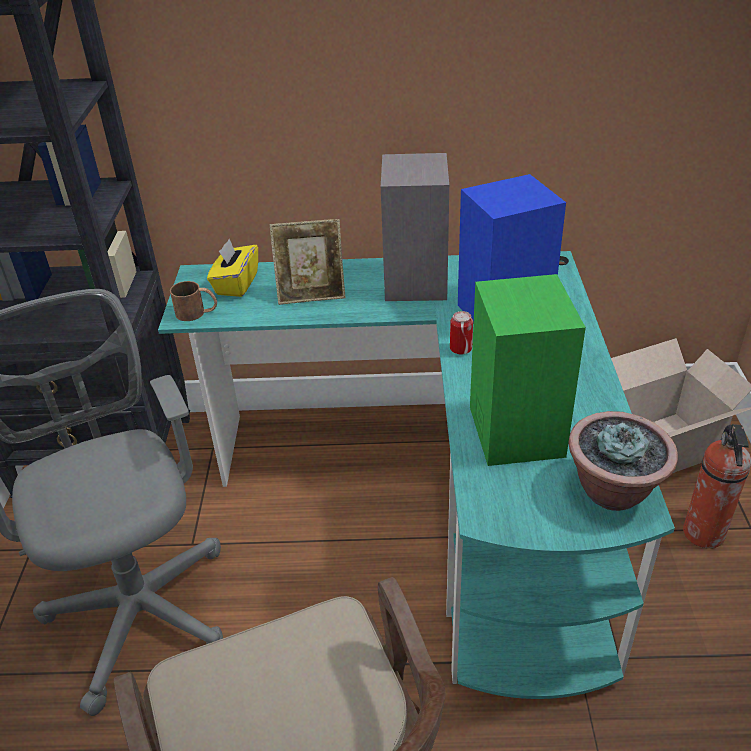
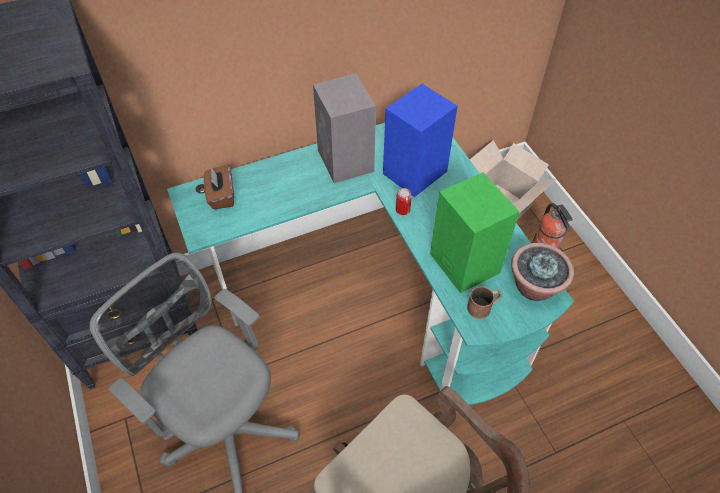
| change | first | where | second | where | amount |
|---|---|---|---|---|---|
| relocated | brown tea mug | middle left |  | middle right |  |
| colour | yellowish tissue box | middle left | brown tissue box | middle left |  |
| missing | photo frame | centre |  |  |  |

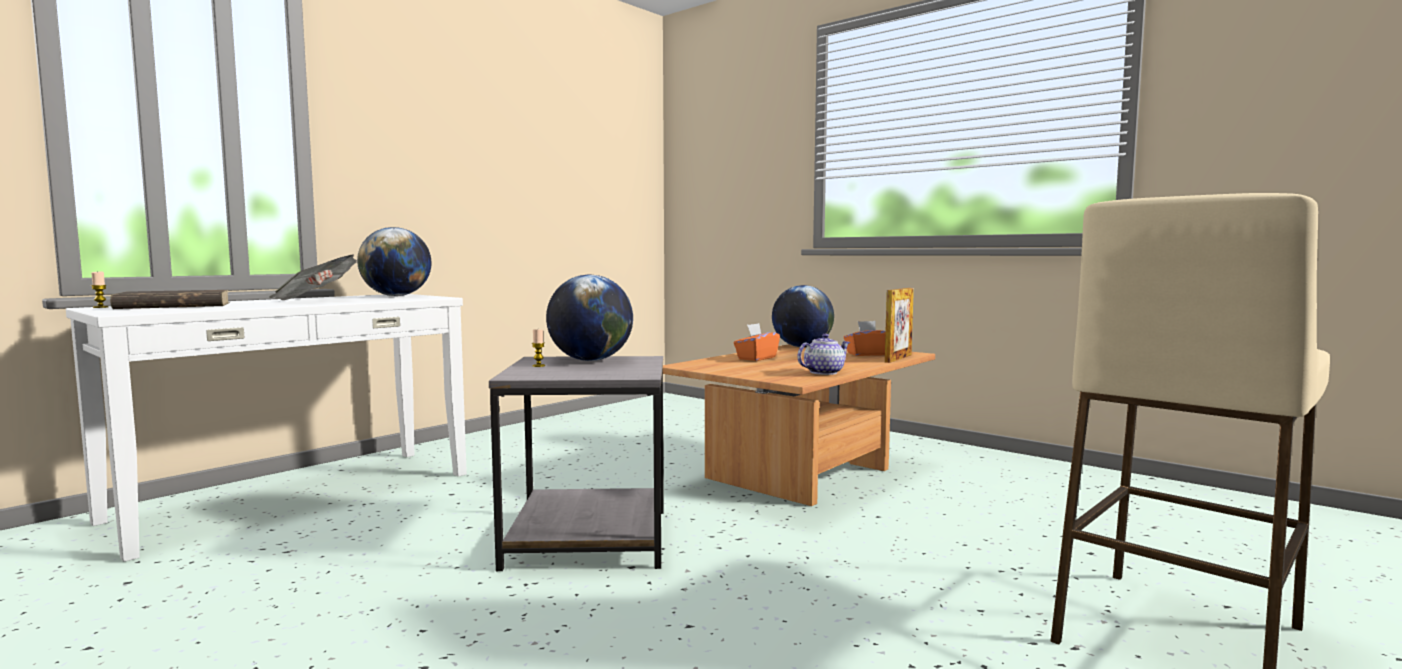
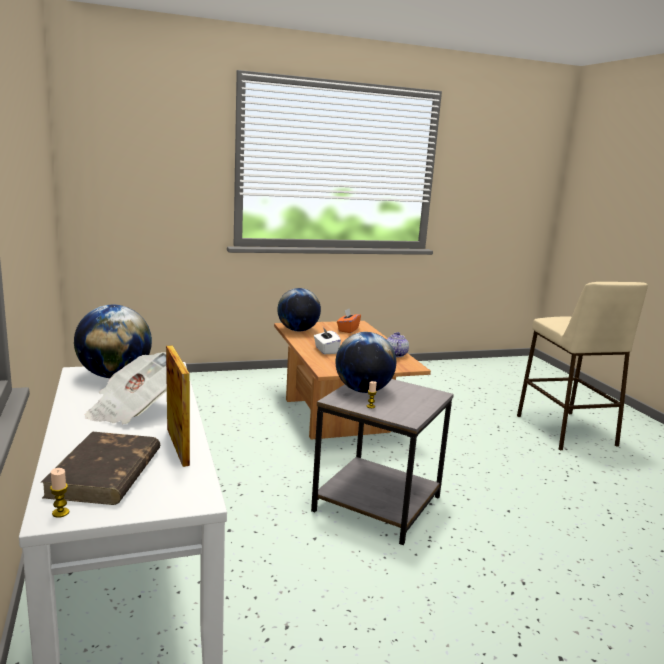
| change | first | where | second | where | amount |
|---|---|---|---|---|---|
| colour | orange-coloured tissue box (no. 1 from left) | centre | white-coloured tissue box | centre |  |
| relocated | photo frame | centre |  | middle left |  |

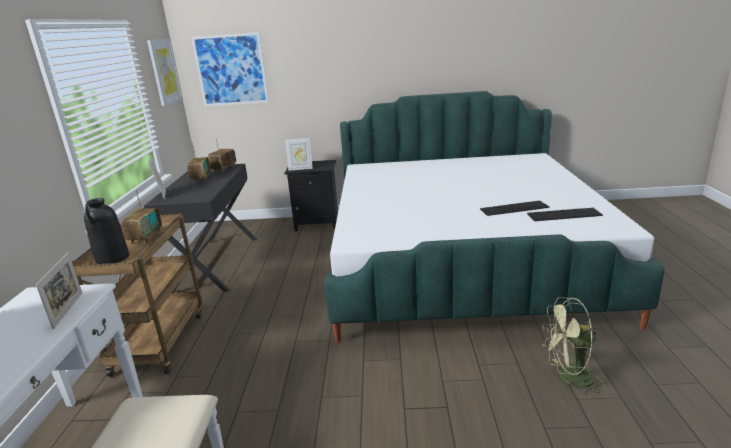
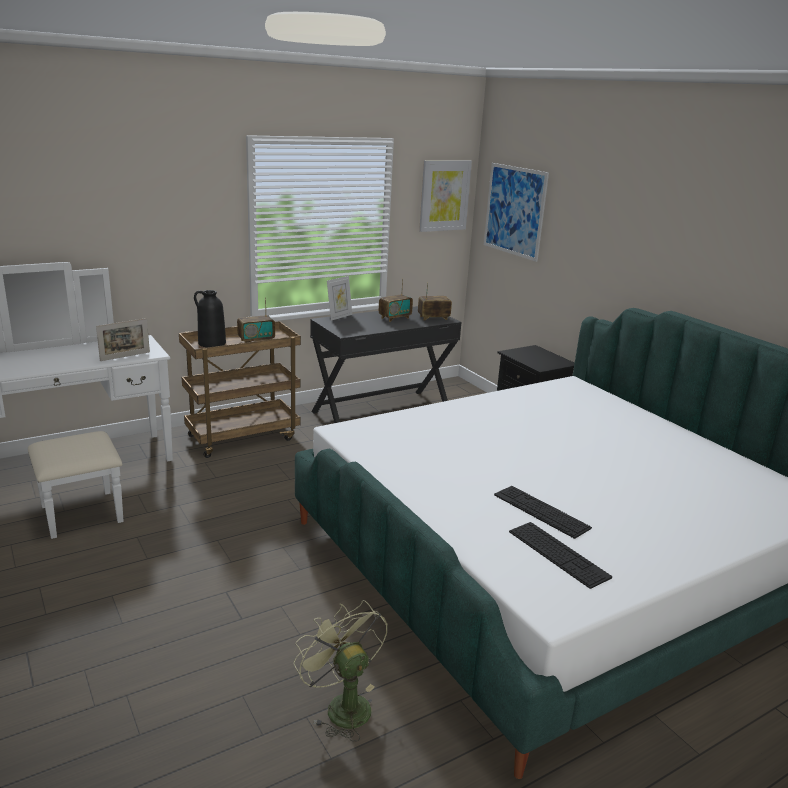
| change | first | where | second | where | amount |
|---|---|---|---|---|---|
| missing | photo frame (no. 3 from left) | centre |  |  |  |

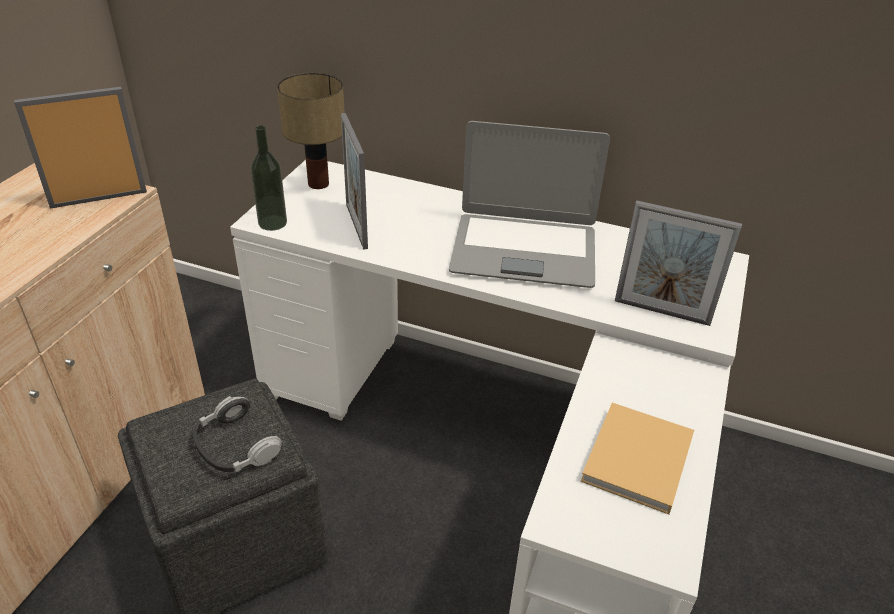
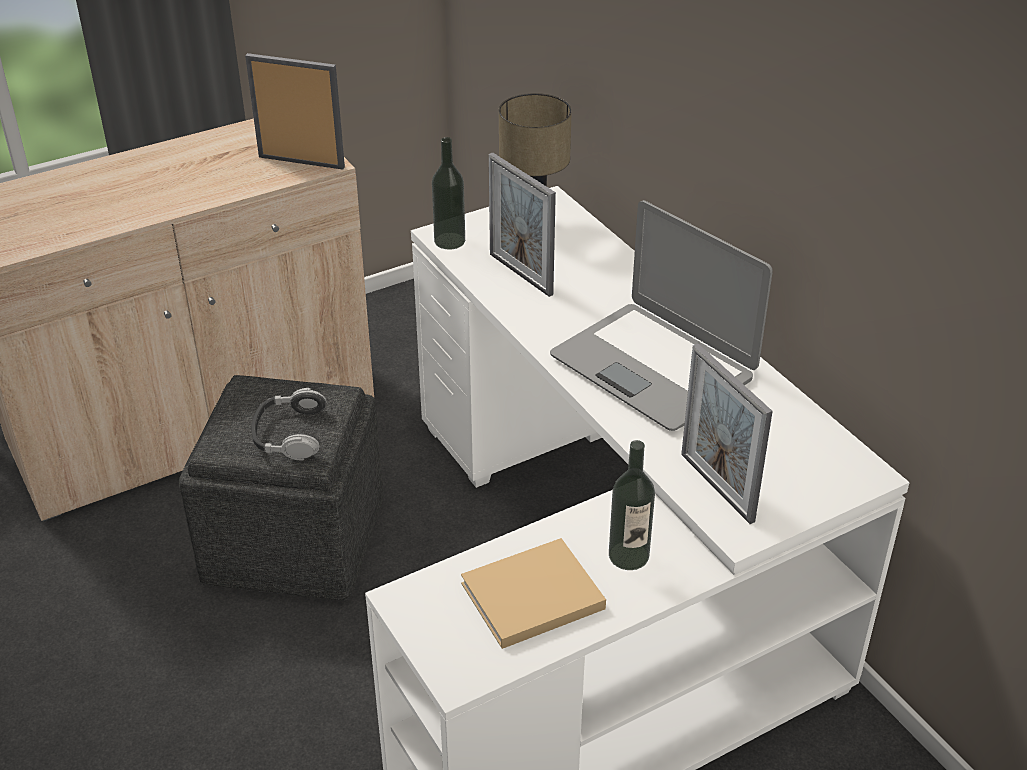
| change | first | where | second | where | amount |
|---|---|---|---|---|---|
| spun | photo frame (no. 2 from left) | top centre |  | top centre | 60 degrees counterclockwise |
| appeared |  |  | beverage bottle (no. 2 from left) | centre |  |

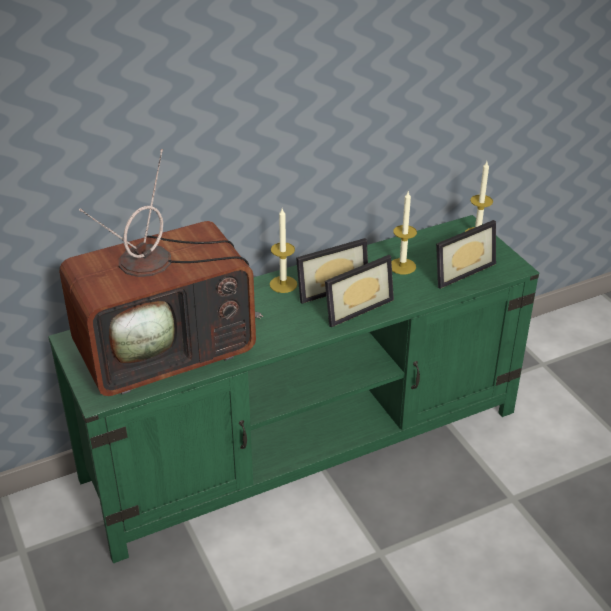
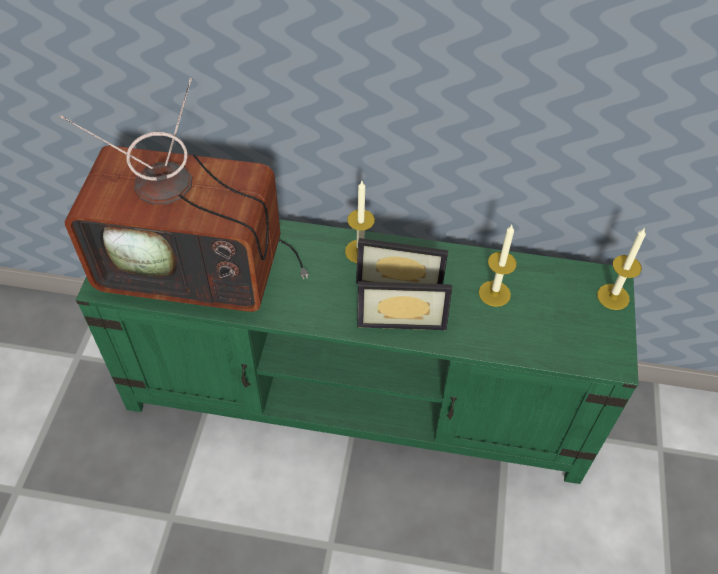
| change | first | where | second | where | amount |
|---|---|---|---|---|---|
| missing | photo frame (no. 3 from left) | middle right |  |  |  |

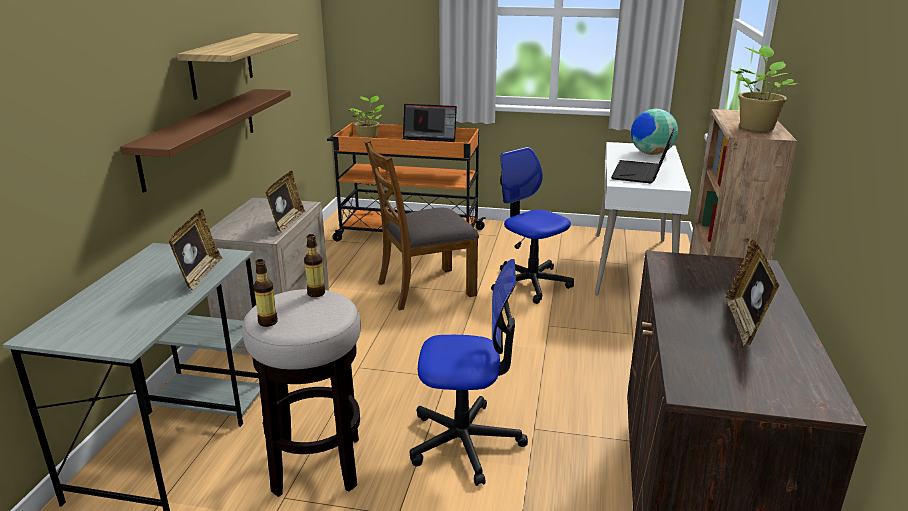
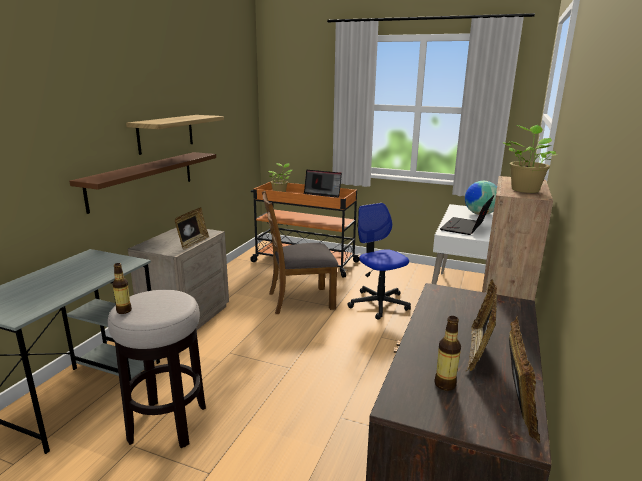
| change | first | where | second | where | amount |
|---|---|---|---|---|---|
| relocated | photo frame (no. 1 from left in the first image) | middle left | photo frame (no. 3 from left) | bottom right |  |
| relocated | beverage bottle (no. 2 from left) | centre |  | bottom right |  |
| missing | computer chair (no. 1 from left) | bottom centre |  |  |  |

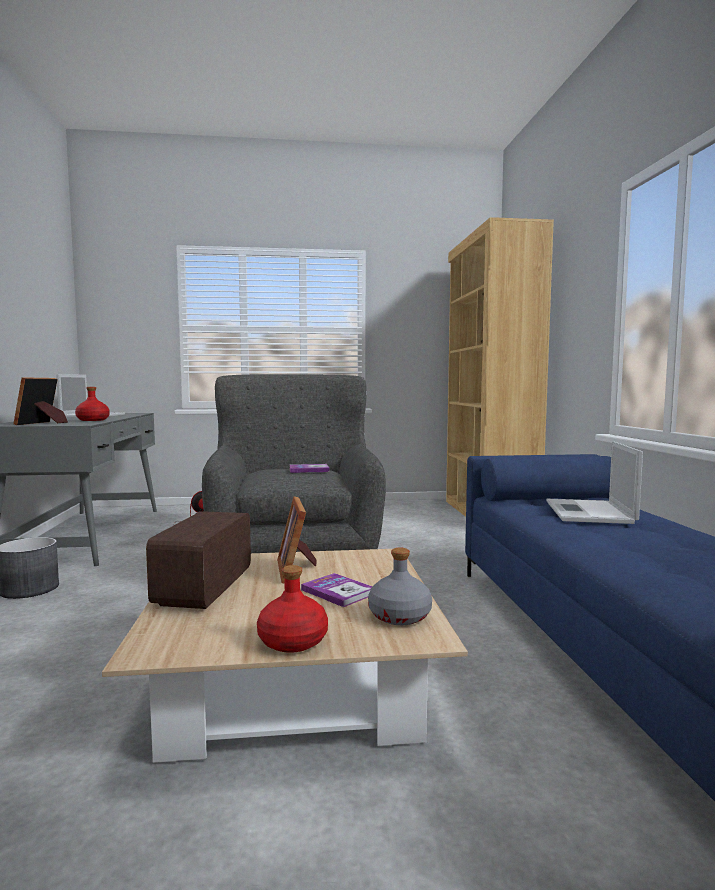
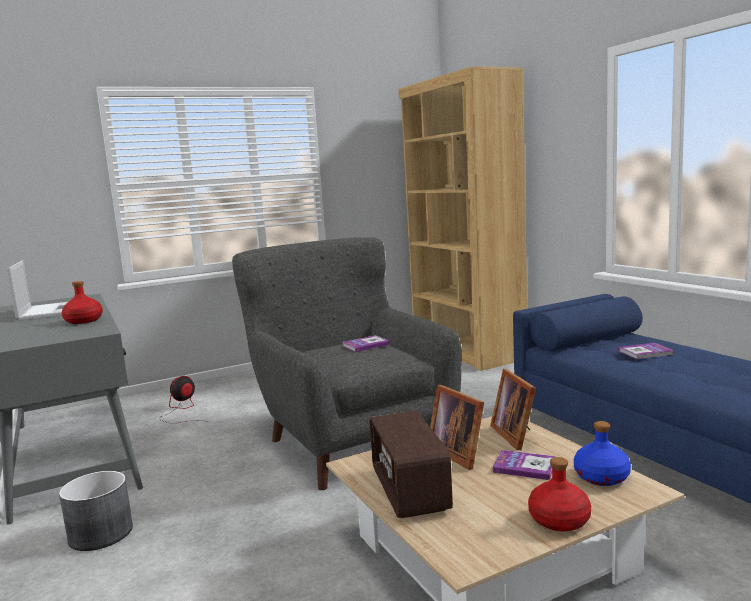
| change | first | where | second | where | amount |
|---|---|---|---|---|---|
| relocated | photo frame (no. 1 from left in the first image) | middle left | photo frame (no. 2 from left) | bottom right |  |
| colour | greyish beverage bottle | centre | bluish beverage bottle | bottom right |  |
| exchanged | laptop (no. 2 from left) | middle right | bound book (no. 3 from left) | middle right |  |

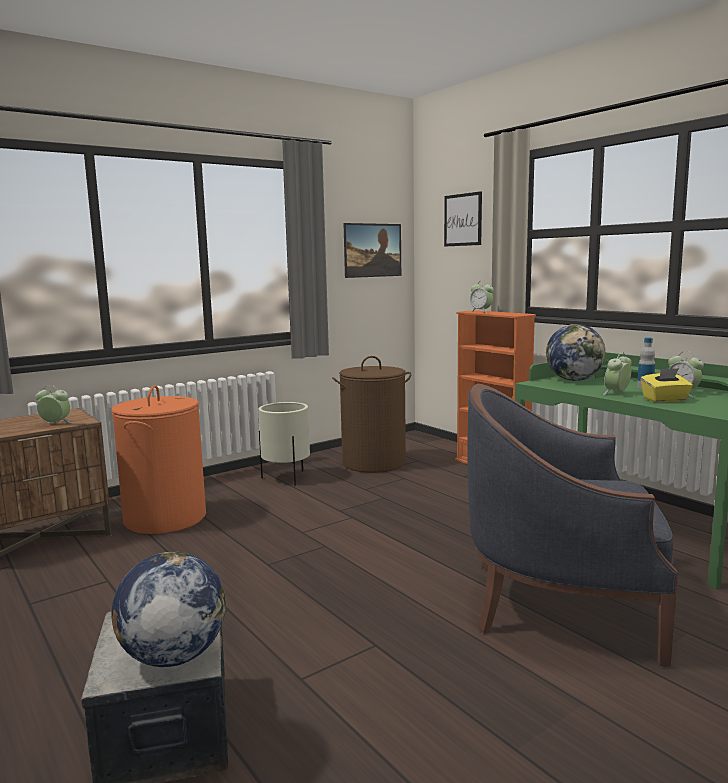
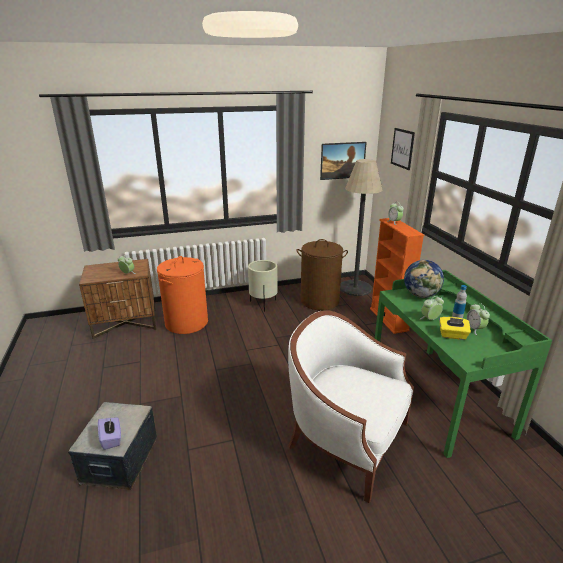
| change | first | where | second | where | amount |
|---|---|---|---|---|---|
| exchanged | desk globe (no. 1 from left) | bottom left | purple tissue box | bottom left |  |
| colour | bluish armchair | bottom right | white-coloured armchair | bottom centre |  |
| appeared |  |  | standard lamp | centre |  |

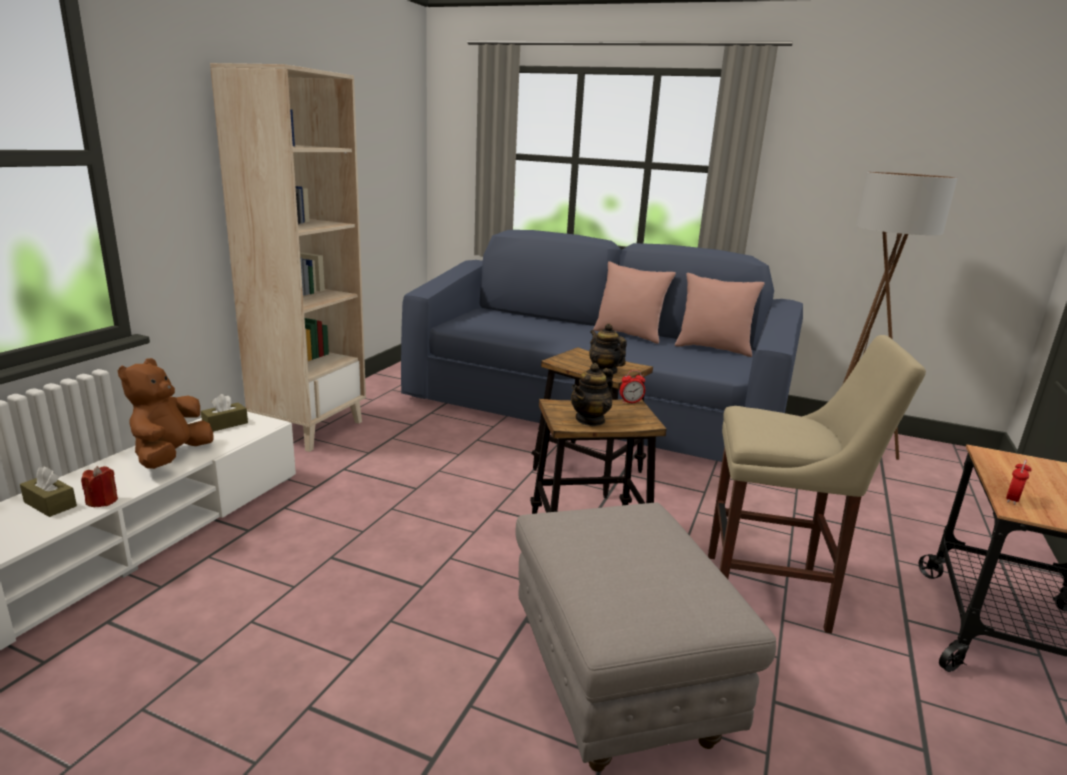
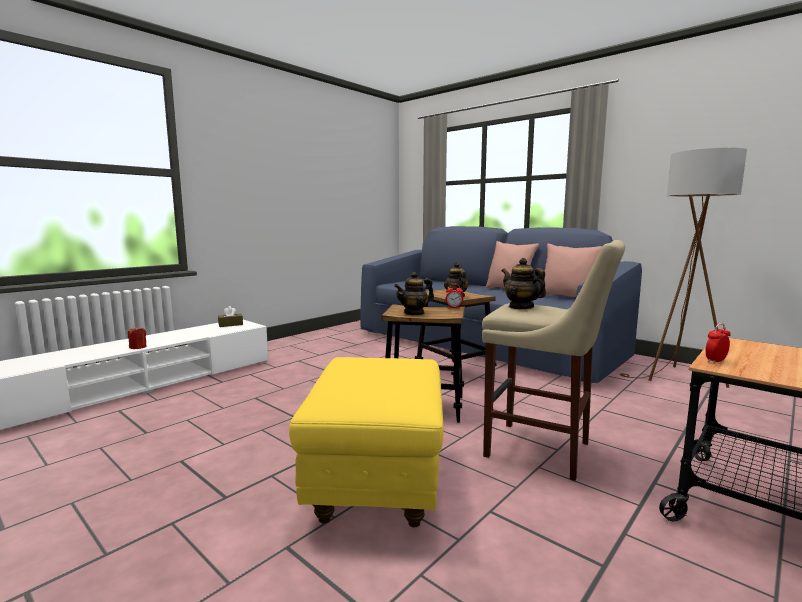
| change | first | where | second | where | amount |
|---|---|---|---|---|---|
| missing | brown tissue box (no. 1 from left) | middle left |  |  |  |
| missing | brown cuddly toy | middle left |  |  |  |
| missing | sand-coloured shelving unit | top left |  |  |  |
| colour | greyish ottoman | bottom centre | yellowish ottoman | bottom centre |  |
| appeared |  |  | teapot (no. 3 from left) | centre |  |

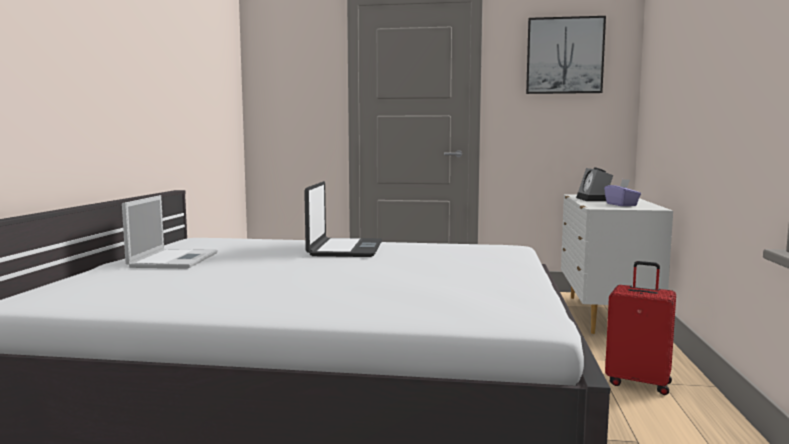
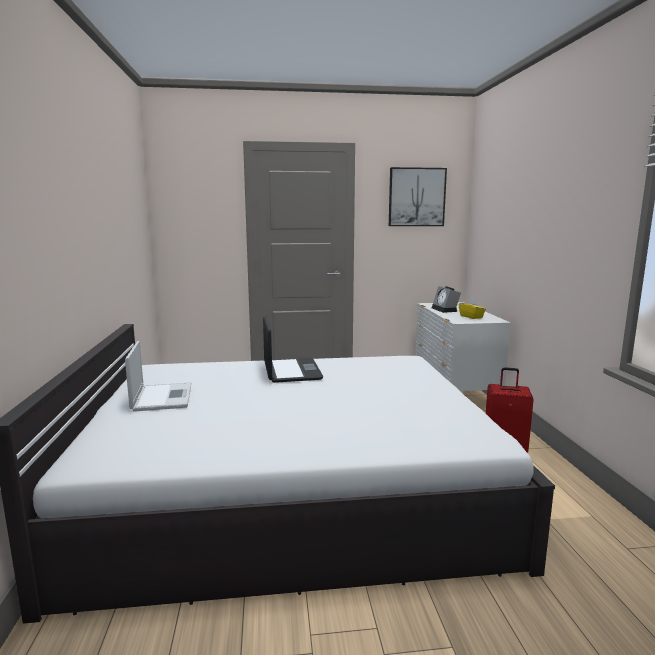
| change | first | where | second | where | amount |
|---|---|---|---|---|---|
| colour | purple tissue box | middle right | yellowish tissue box | middle right |  |

